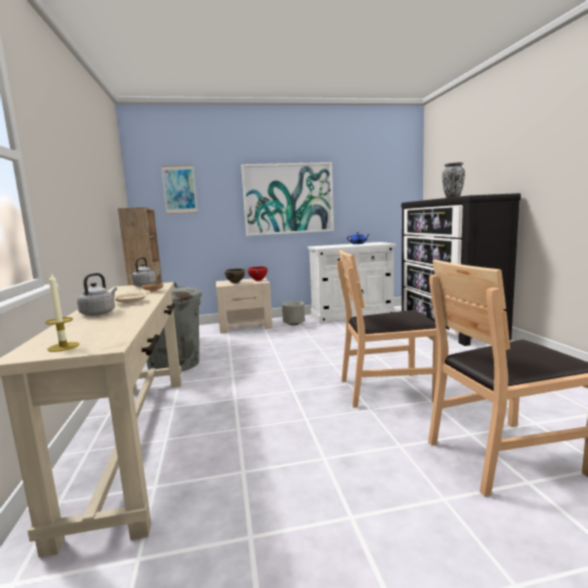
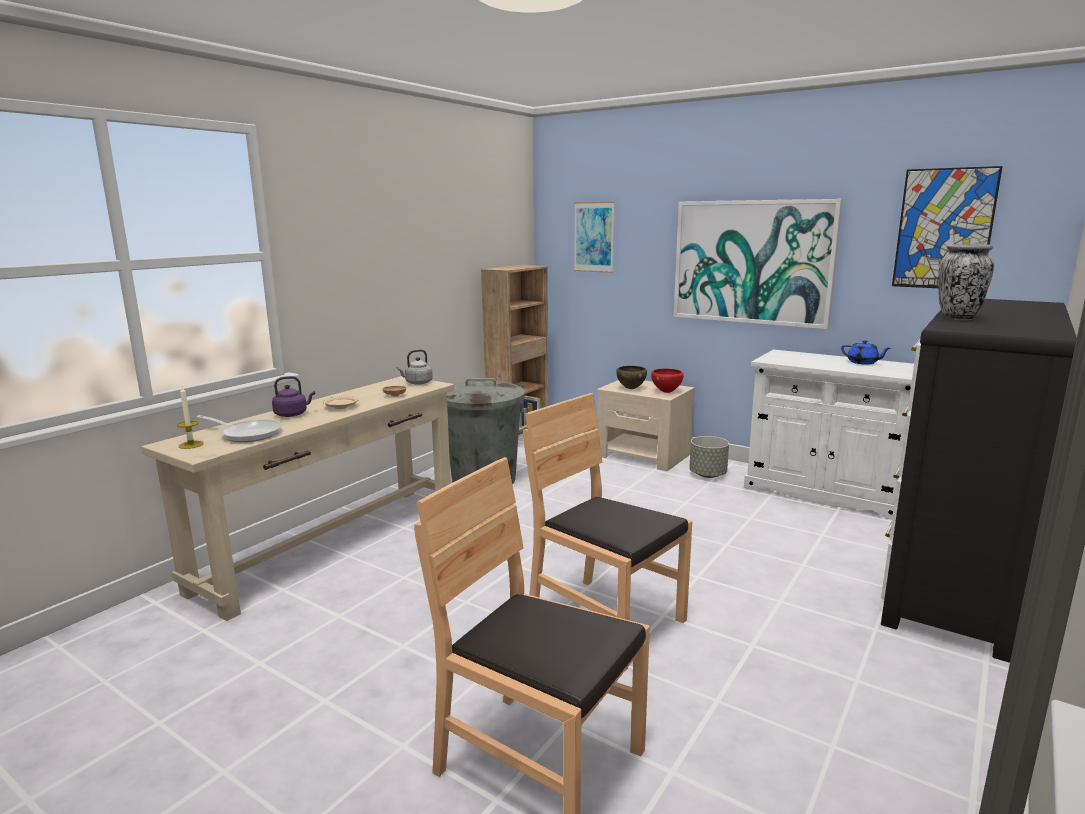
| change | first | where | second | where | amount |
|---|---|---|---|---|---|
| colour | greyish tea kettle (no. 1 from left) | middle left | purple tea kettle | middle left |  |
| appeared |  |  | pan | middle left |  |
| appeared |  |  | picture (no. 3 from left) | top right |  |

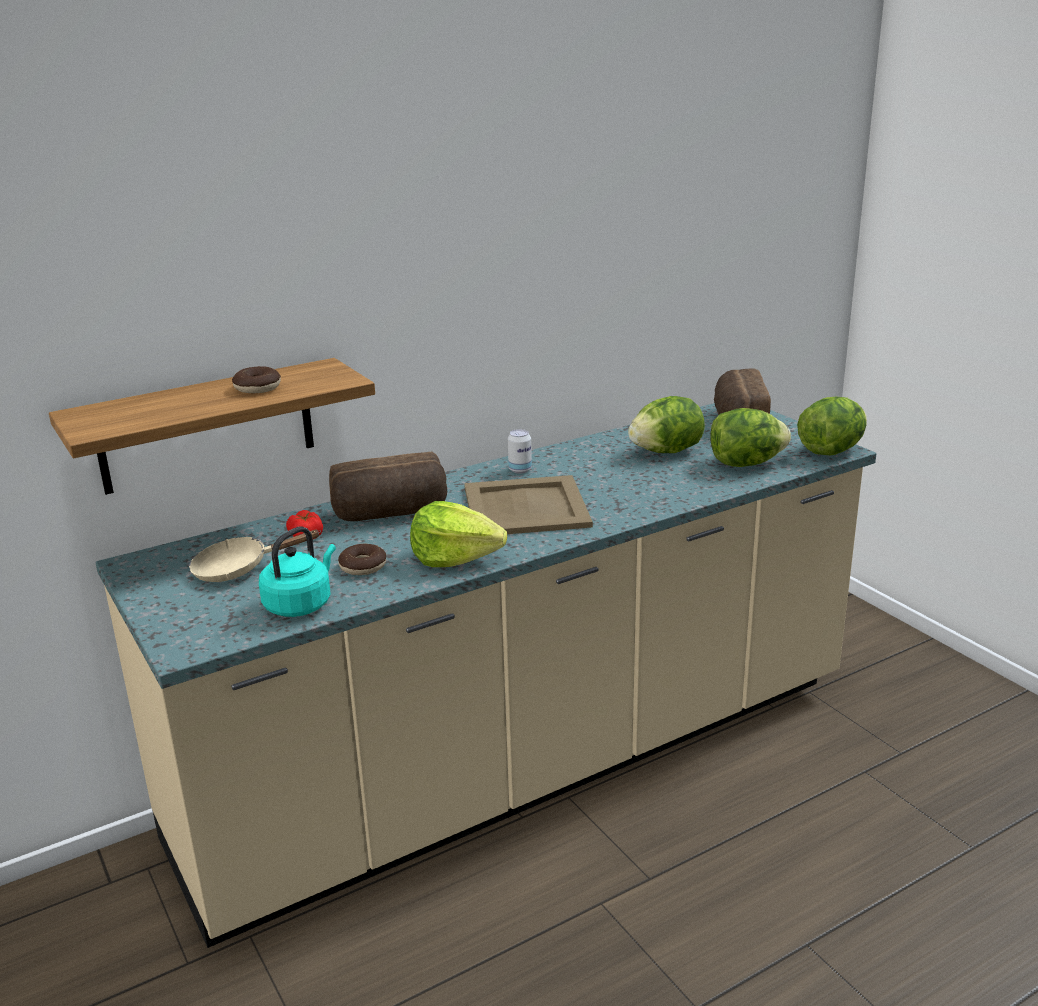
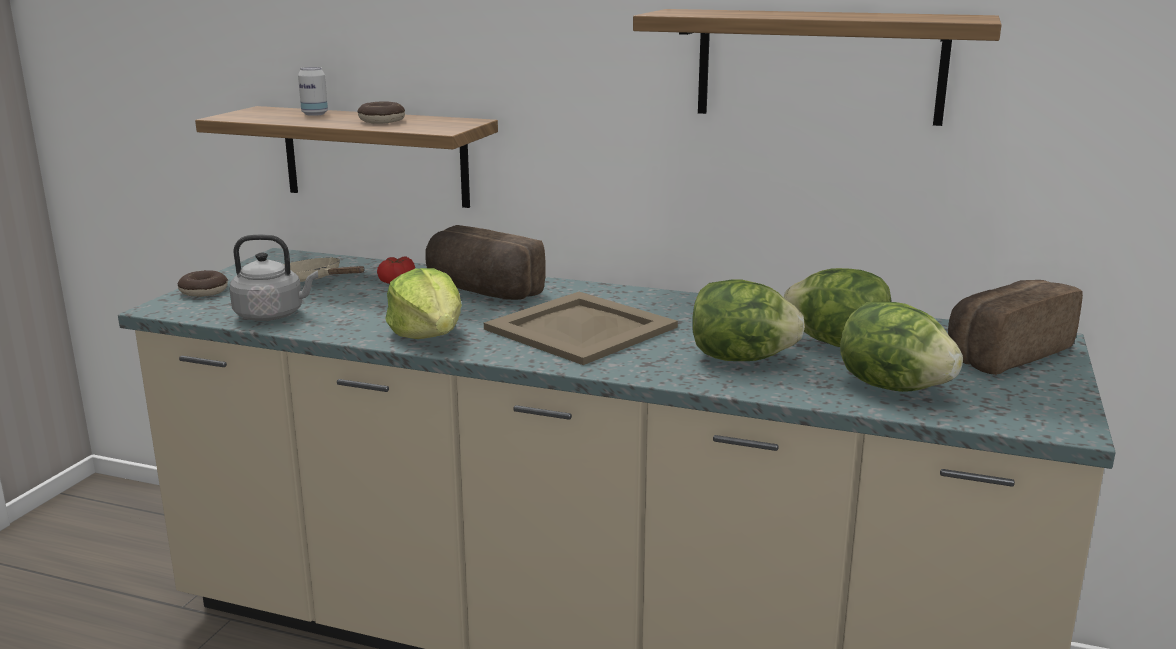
| change | first | where | second | where | amount |
|---|---|---|---|---|---|
| colour | blue-green tea kettle | middle left | greyish tea kettle | middle left |  |
| relocated | ring doughnut (no. 2 from left in the first image) | centre | ring doughnut (no. 1 from left) | middle left |  |
| relocated | metal can | centre |  | top left |  |
| relocated | lettuce (no. 4 from left in the first image) | middle right | lettuce (no. 2 from left) | centre |  |
| appeared |  |  | bracket shelf (no. 2 from left) | top right |  |

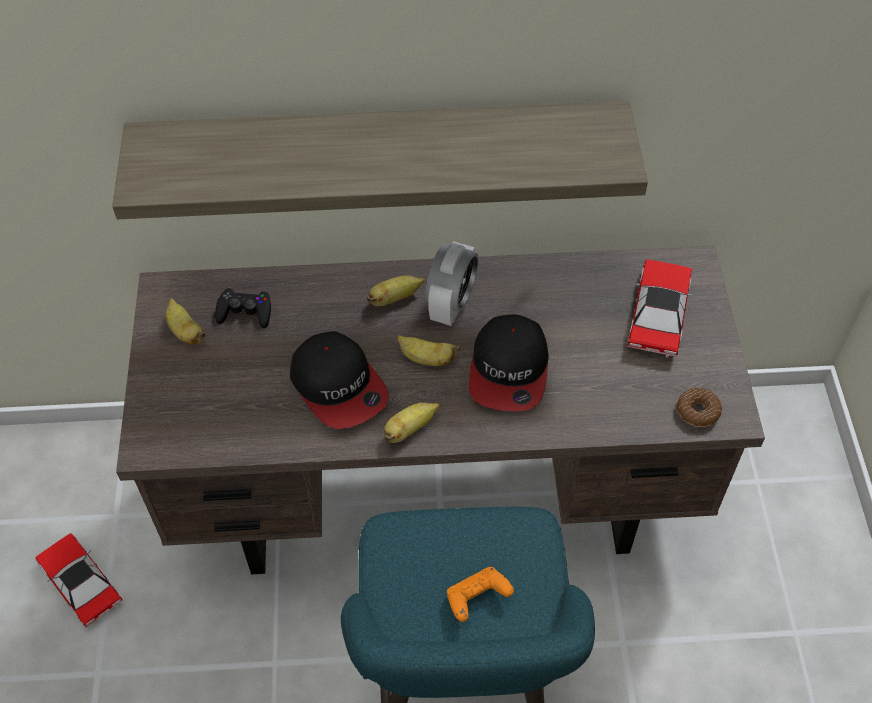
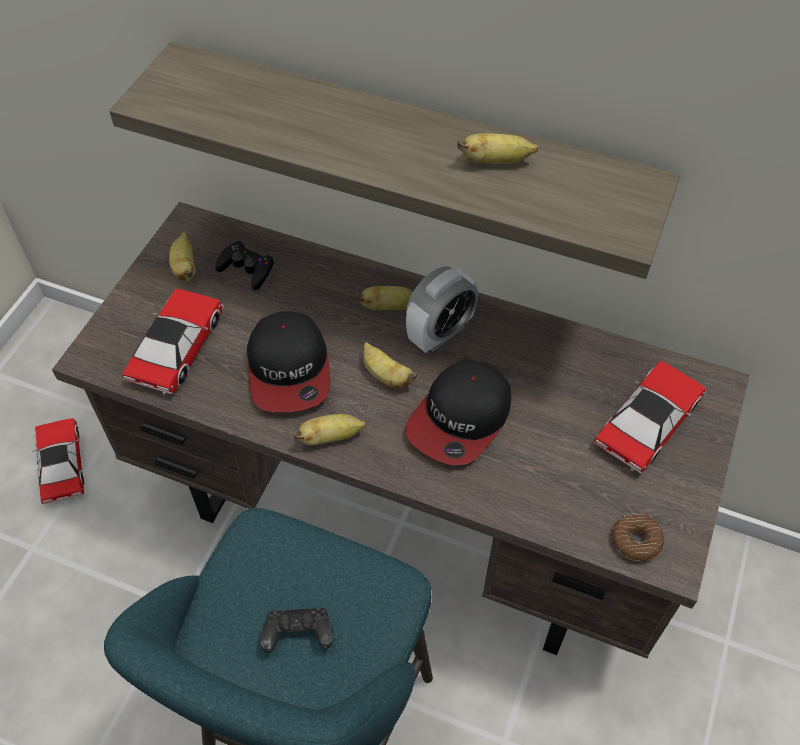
| change | first | where | second | where | amount |
|---|---|---|---|---|---|
| colour | orange-coloured gamepad | bottom centre | blackish gamepad (no. 2 from left) | bottom centre |  |
| appeared |  |  | toy car (no. 2 from left) | middle left |  |
| appeared |  |  | whole banana (no. 5 from left) | top centre |  |

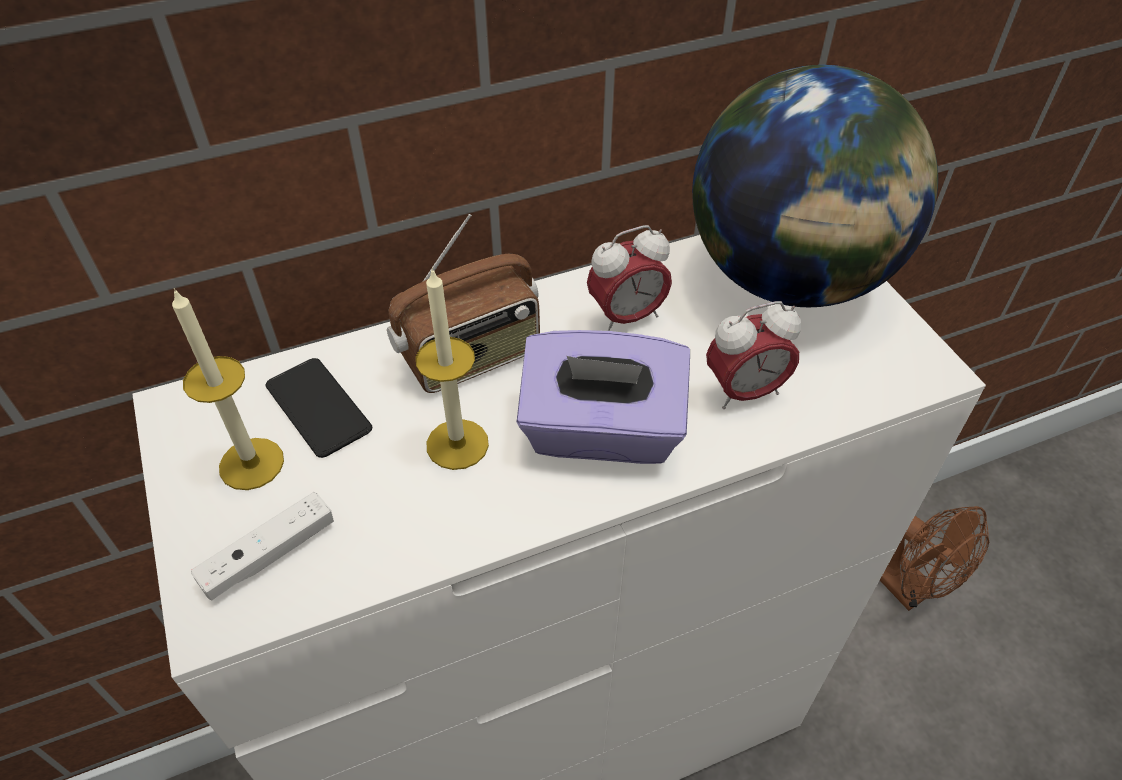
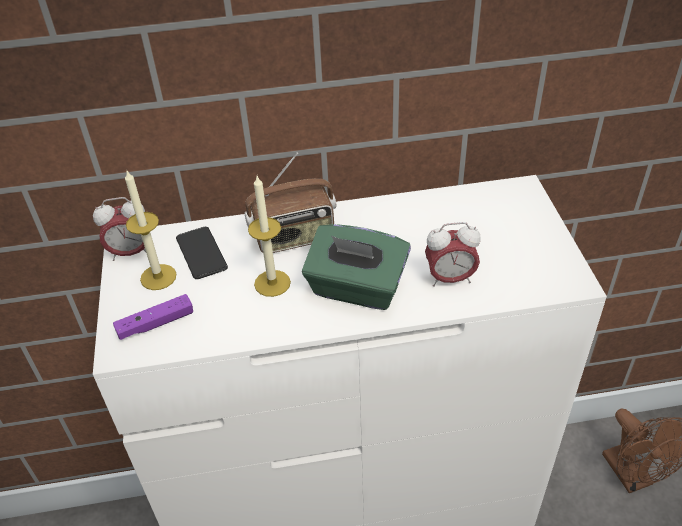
| change | first | where | second | where | amount |
|---|---|---|---|---|---|
| colour | white-coloured gamepad | bottom left | purple gamepad | middle left |  |
| colour | purple tissue box | centre | greenish tissue box | centre |  |
| relocated | alarm clock (no. 1 from left) | centre |  | middle left |  |
| missing | desk globe | top right |  |  |  |

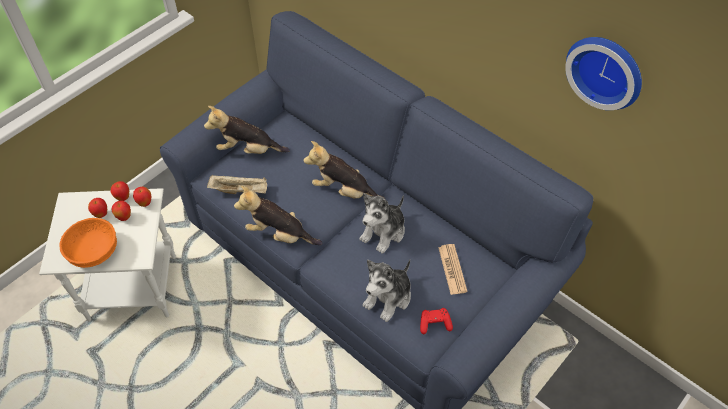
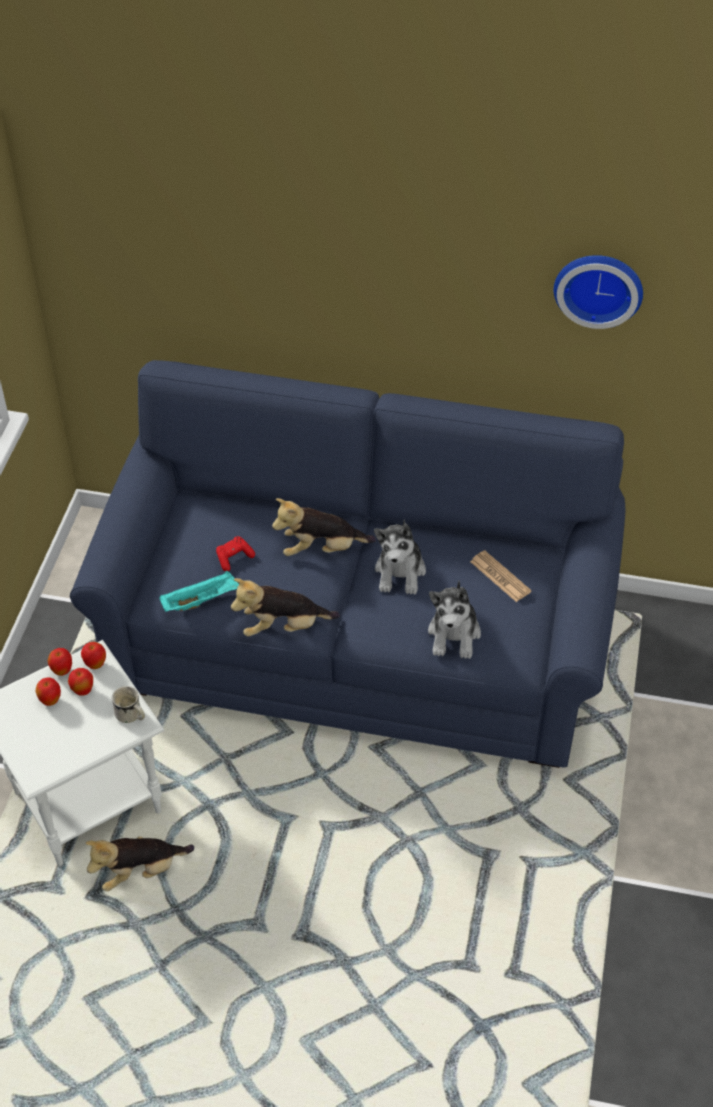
| change | first | where | second | where | amount |
|---|---|---|---|---|---|
| missing | orange-coloured deep dish | middle left |  |  |  |
| relocated | cuddly toy (no. 1 from left) | top centre |  | bottom left |  |
| colour | sand-coloured carrying tray | middle left | blue-green carrying tray | middle left |  |
| relocated | red-coloured gamepad | bottom centre |  | middle left |  |
| appeared |  |  | white-coloured tea mug | middle left |  |

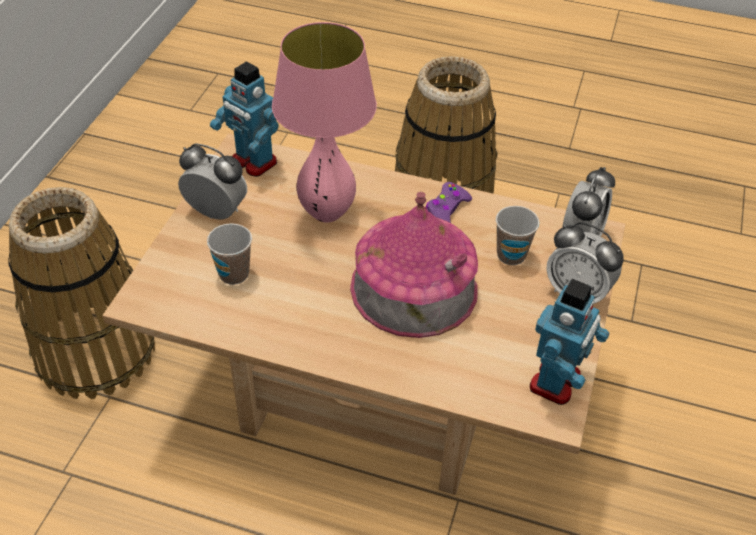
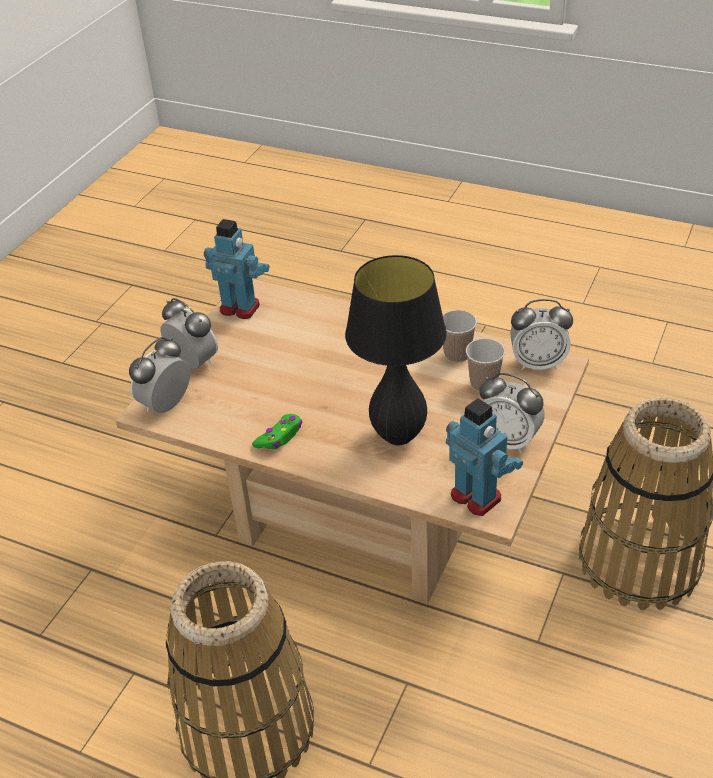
| change | first | where | second | where | amount |
|---|---|---|---|---|---|
| colour | pink table lamp | top centre | blackish table lamp | centre |  |
| missing | miniature house | centre |  |  |  |
| colour | purple gamepad | centre | greenish gamepad | centre |  |
| relocated | small cup (no. 2 from left in the first image) | middle right | small cup (no. 1 from left) | centre |  |
| spun | robot figure (no. 2 from left in the first image) | middle right | robot figure (no. 1 from left) | middle left | 75 degrees clockwise |
| appeared |  |  | alarm clock (no. 4 from left) | middle right |  |

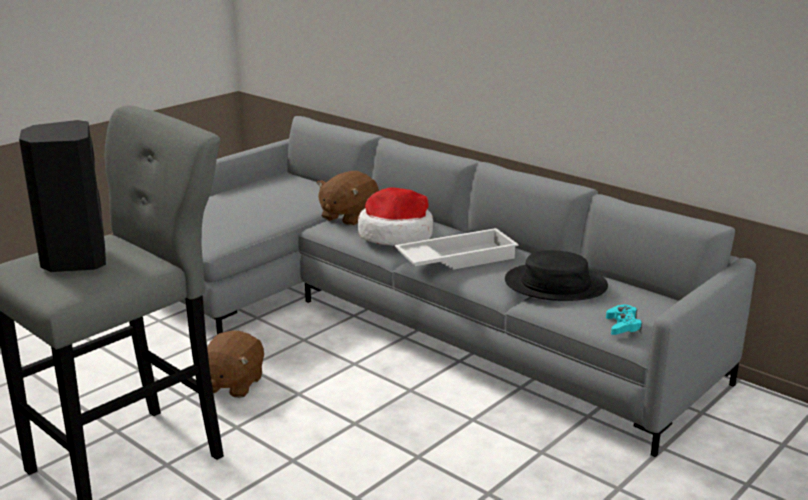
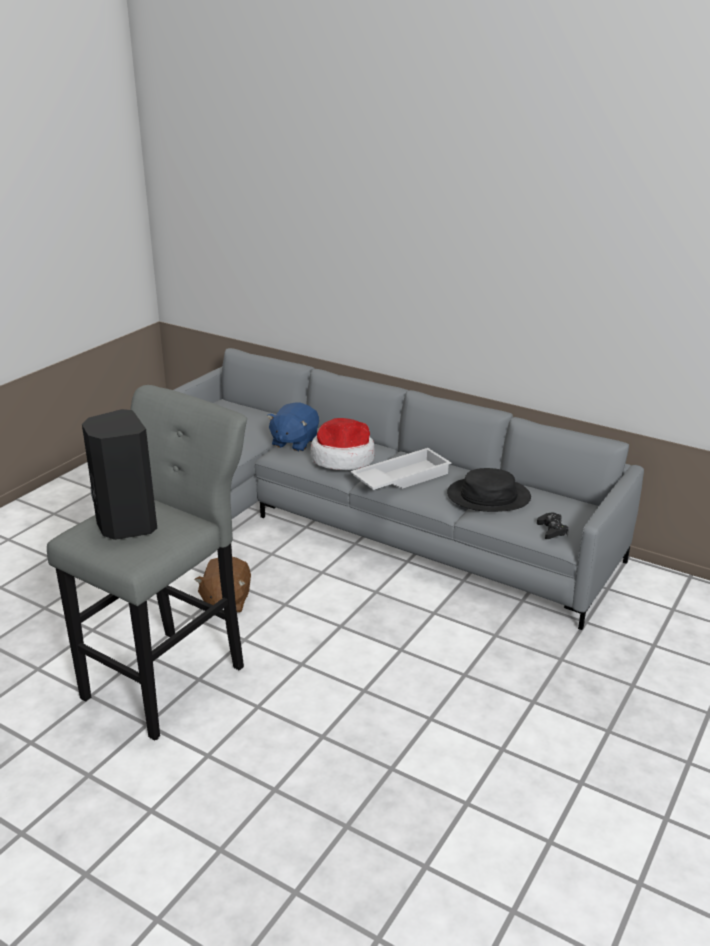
| change | first | where | second | where | amount |
|---|---|---|---|---|---|
| colour | brown cuddly toy (no. 2 from left) | centre | bluish cuddly toy | centre |  |
| colour | blue-green gamepad | middle right | blackish gamepad | middle right |  |

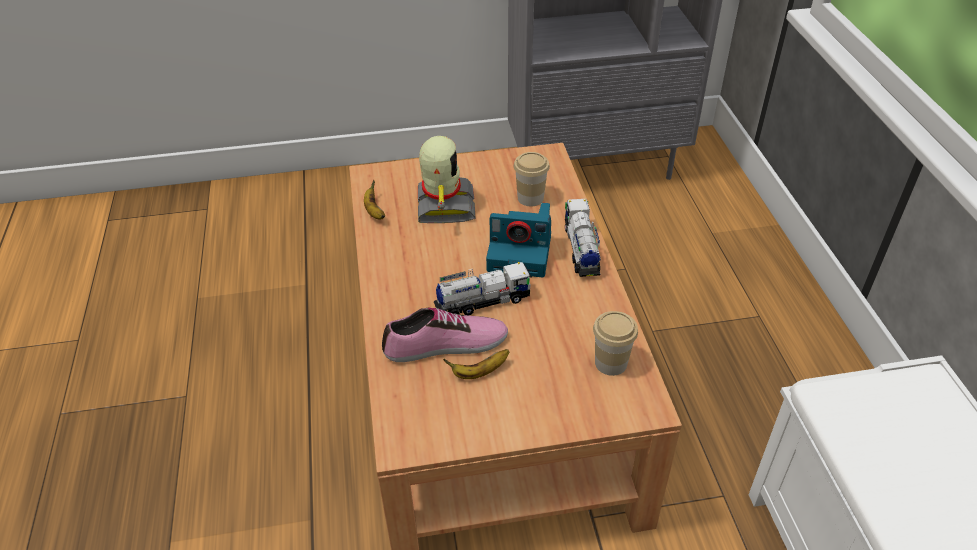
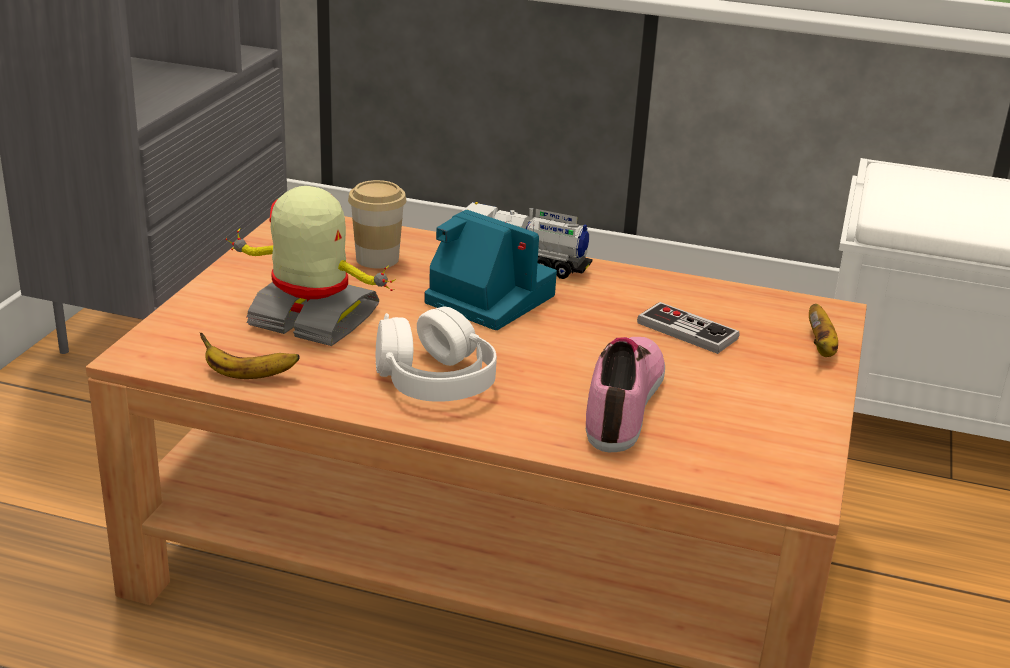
| change | first | where | second | where | amount |
|---|---|---|---|---|---|
| missing | toy lorry (no. 1 from left) | centre |  |  |  |
| relocated | whole banana (no. 2 from left) | centre |  | middle right |  |
| spun | still camera | centre |  | centre | 90 degrees counterclockwise |
| missing | small cup (no. 2 from left) | centre |  |  |  |
| appeared |  |  | white-coloured pair of headphones | centre |  |
| appeared |  |  | gamepad | middle right |  |

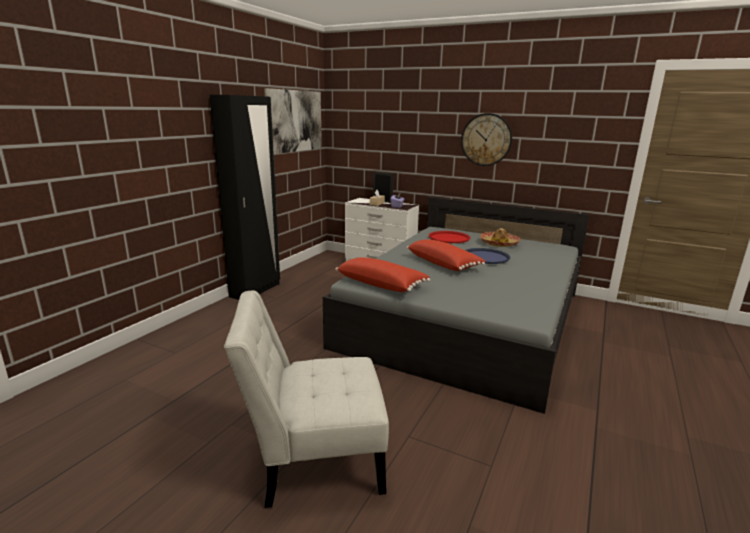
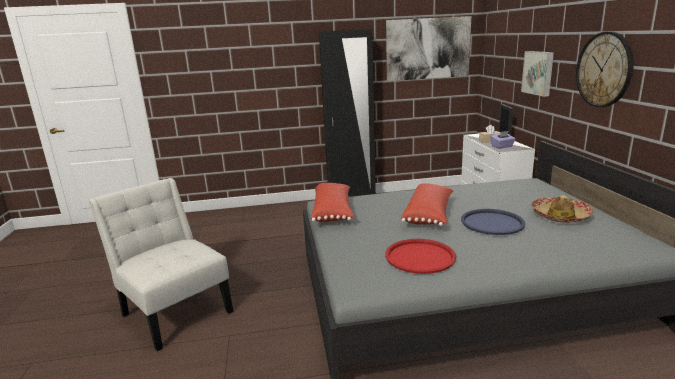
| change | first | where | second | where | amount |
|---|---|---|---|---|---|
| relocated | red-coloured carrying tray | centre |  | bottom centre |  |
| appeared |  |  | picture (no. 2 from left) | top right |  |

